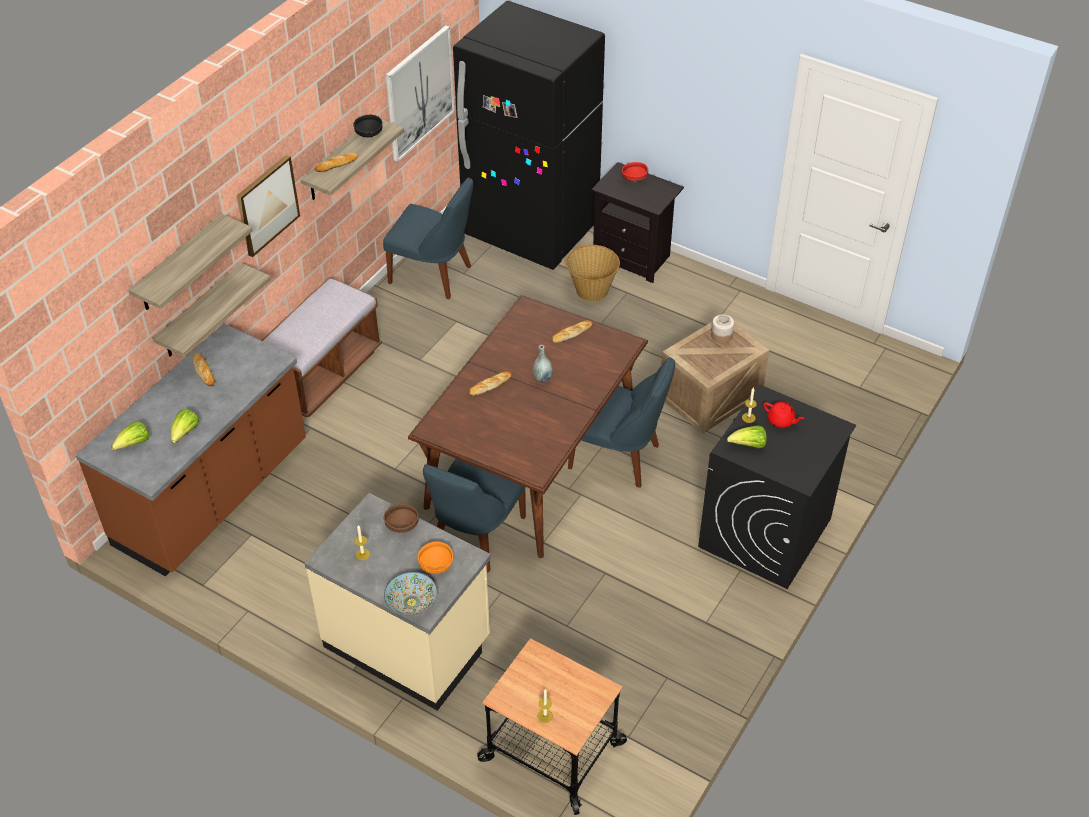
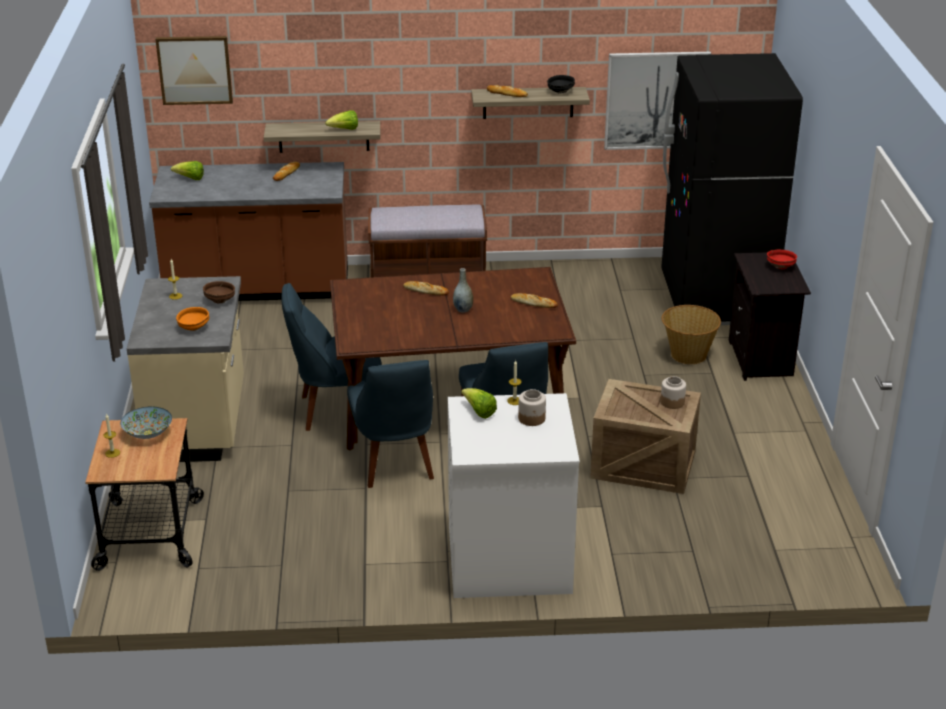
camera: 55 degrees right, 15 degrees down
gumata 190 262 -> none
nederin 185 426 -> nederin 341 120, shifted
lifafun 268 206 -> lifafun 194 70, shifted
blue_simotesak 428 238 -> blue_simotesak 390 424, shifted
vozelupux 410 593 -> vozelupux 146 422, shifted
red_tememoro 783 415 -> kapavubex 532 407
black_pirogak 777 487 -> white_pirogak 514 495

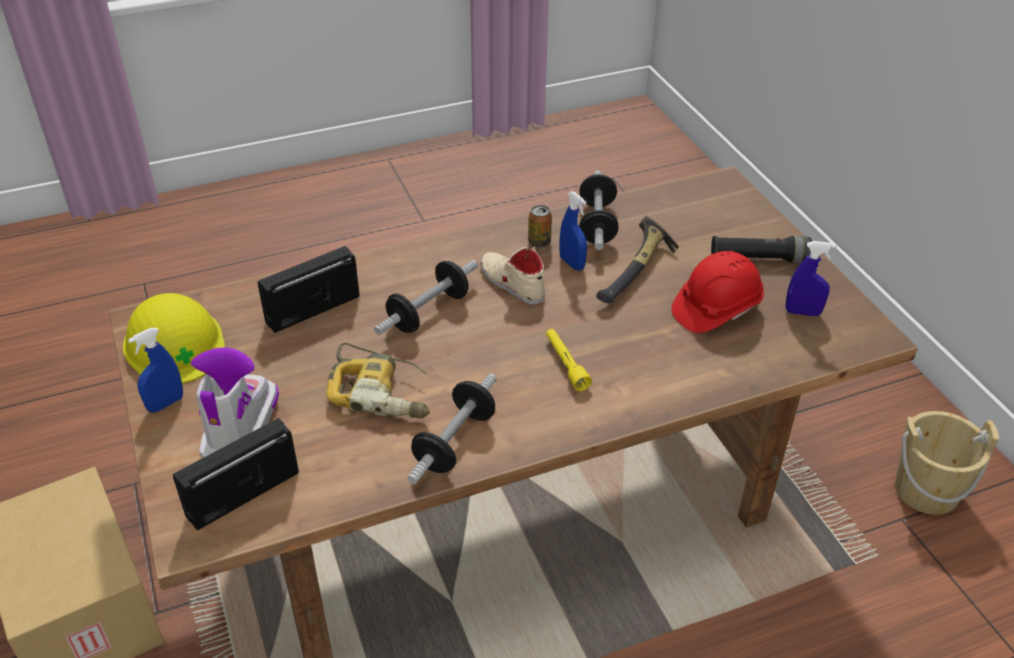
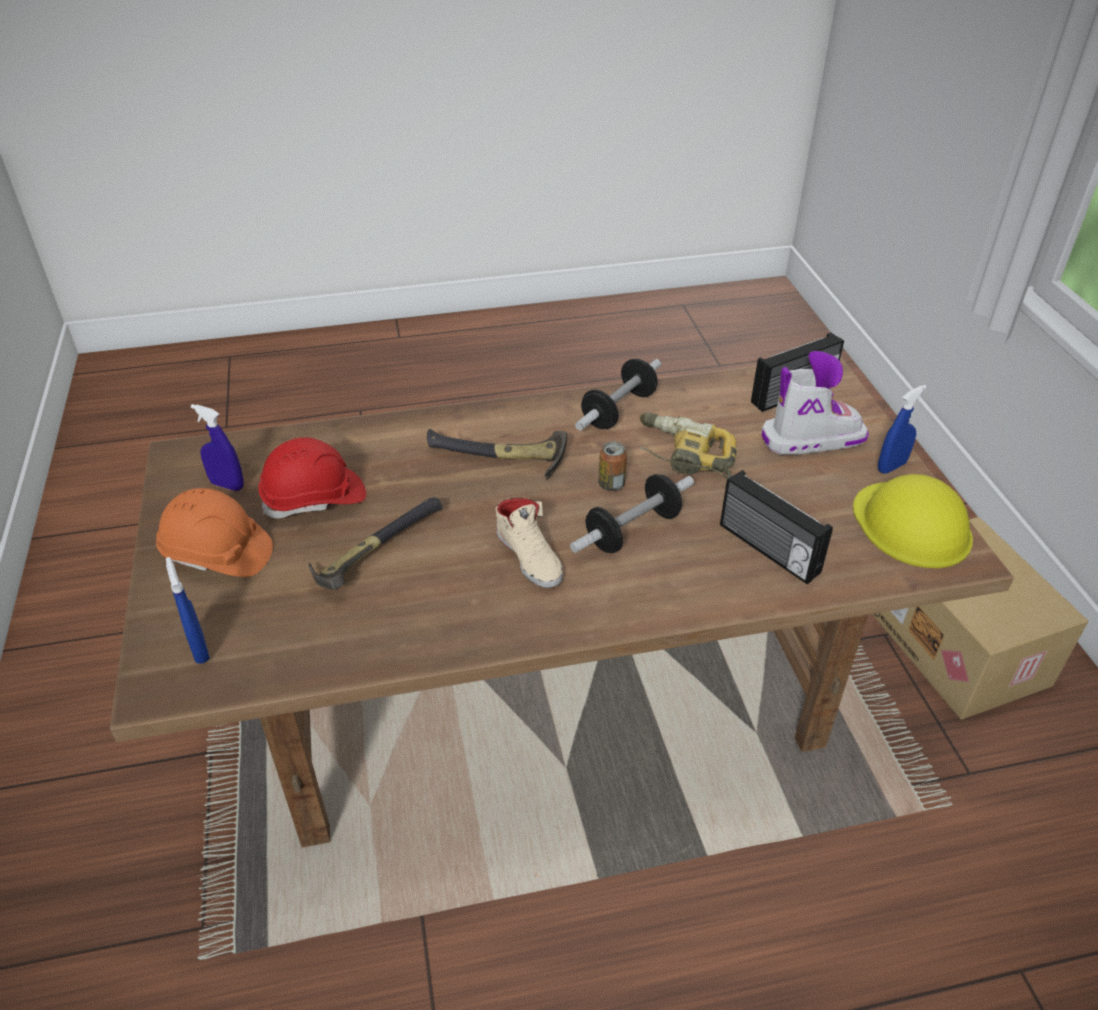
camera: 170 degrees left, 0 degrees up
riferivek 599 210 -> none
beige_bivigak 947 463 -> none
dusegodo 540 226 -> dusegodo 612 466, shifted
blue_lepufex 573 231 -> blue_lepufex 188 610, shifted
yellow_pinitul 569 360 -> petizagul 497 455
black_pinitul 761 249 -> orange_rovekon 214 532
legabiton 235 402 -> legabiton 815 403, 120 degrees counterclockwise
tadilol 309 289 -> tadilol 776 527, 75 degrees clockwise

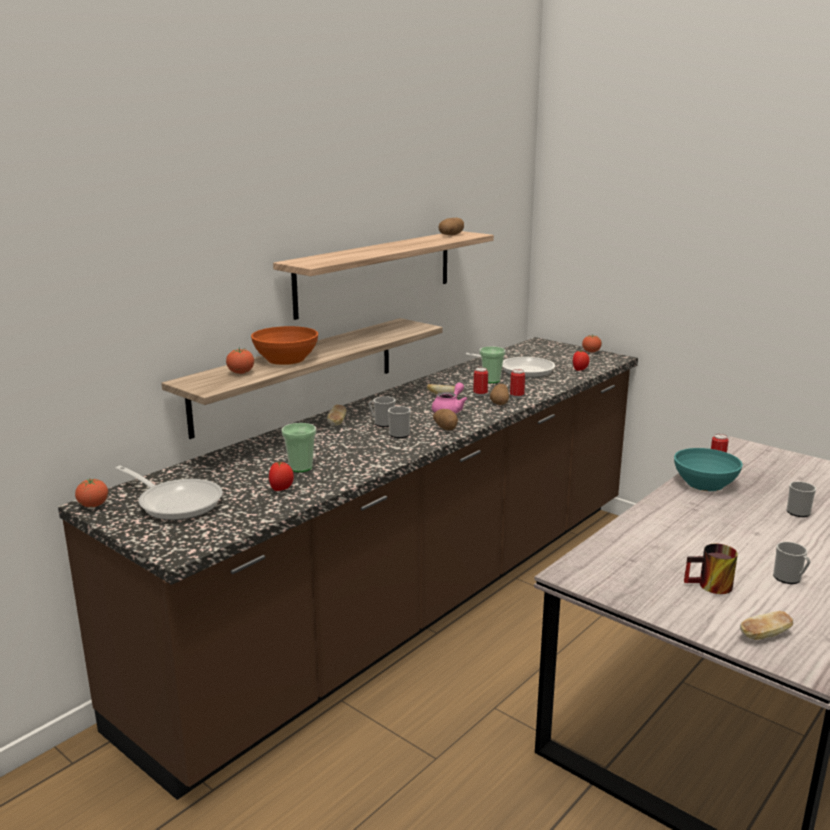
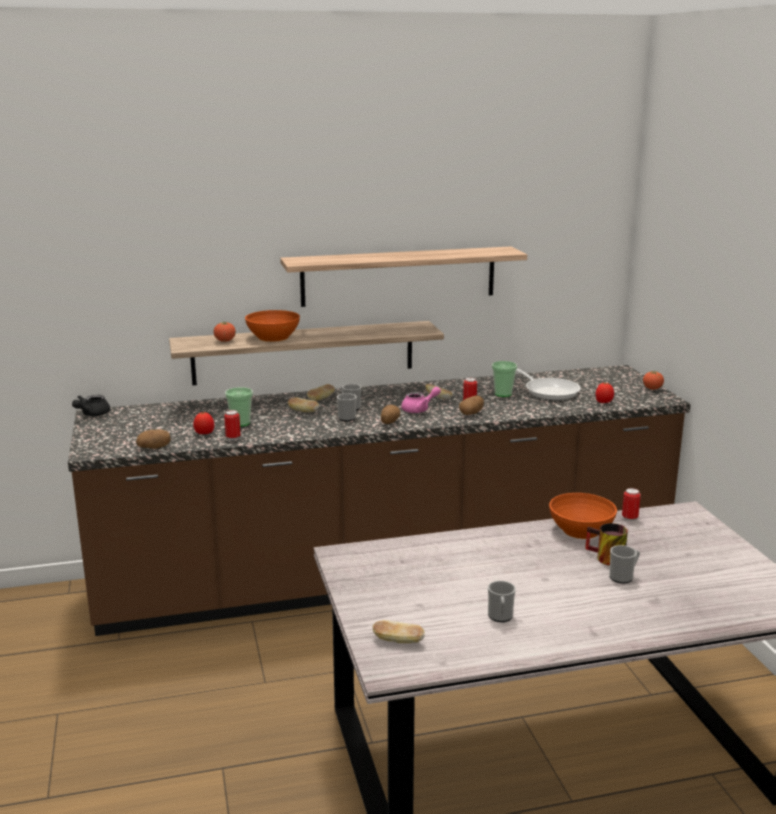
camera: 35 degrees right, 0 degrees up
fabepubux 169 493 -> none
none -> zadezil 303 404
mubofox 451 226 -> mubofox 153 439, shifted
dusegodo 517 383 -> dusegodo 232 425, shifted
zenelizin 711 569 -> zenelizin 606 544, shifted
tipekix 91 492 -> black_tememoro 91 405
turquoise_vozelupux 708 469 -> orange_vozelupux 583 516

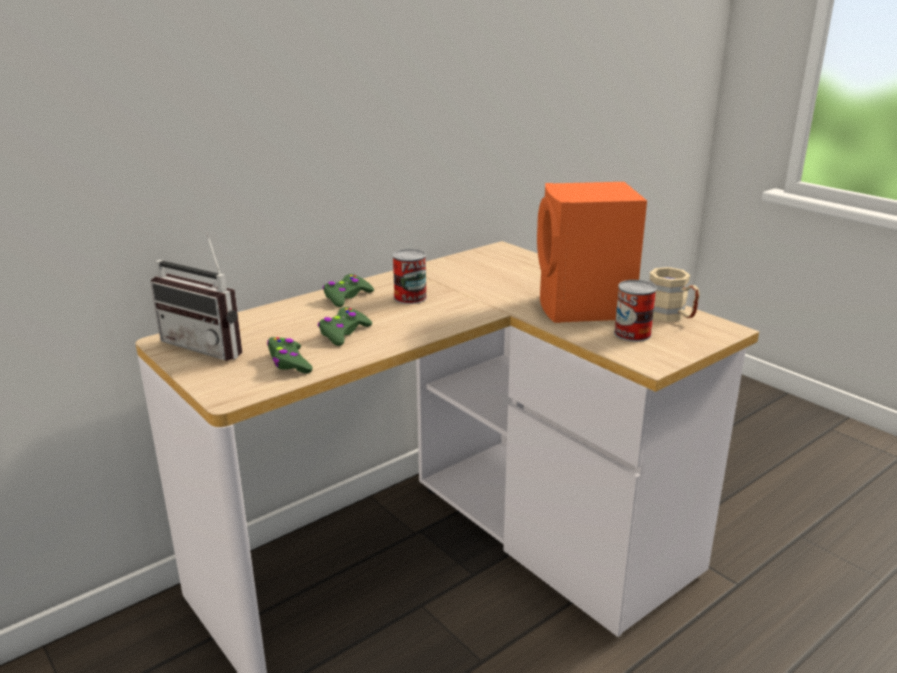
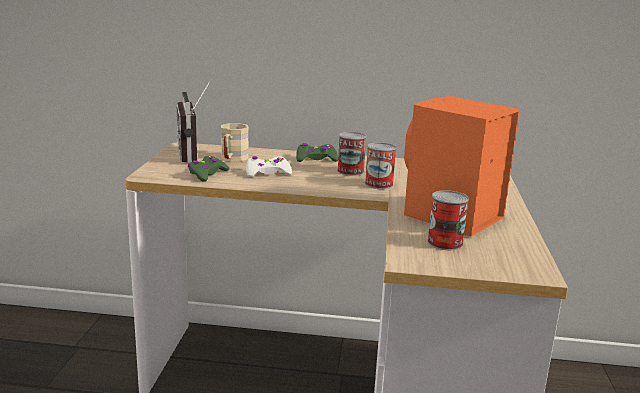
camera: 45 degrees right, 5 degrees down
none -> dusegodo 380 165
beige_zenelizin 675 294 -> beige_zenelizin 235 142, shifted
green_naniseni 345 326 -> white_naniseni 269 166

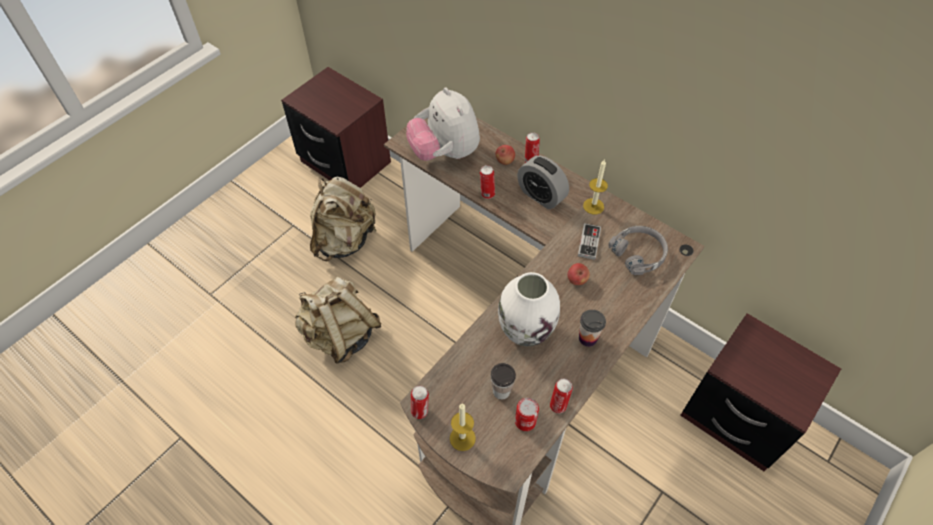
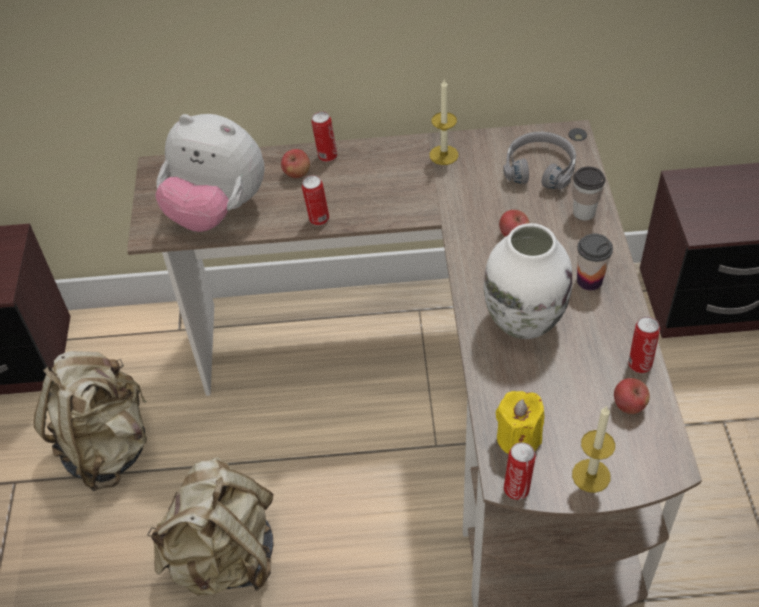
camera: 40 degrees left, 5 degrees down
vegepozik 543 182 -> none
naniseni 589 241 -> none
none -> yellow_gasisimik 520 422
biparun 503 381 -> biparun 589 194, shifted
dusegodo 527 414 -> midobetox 632 396

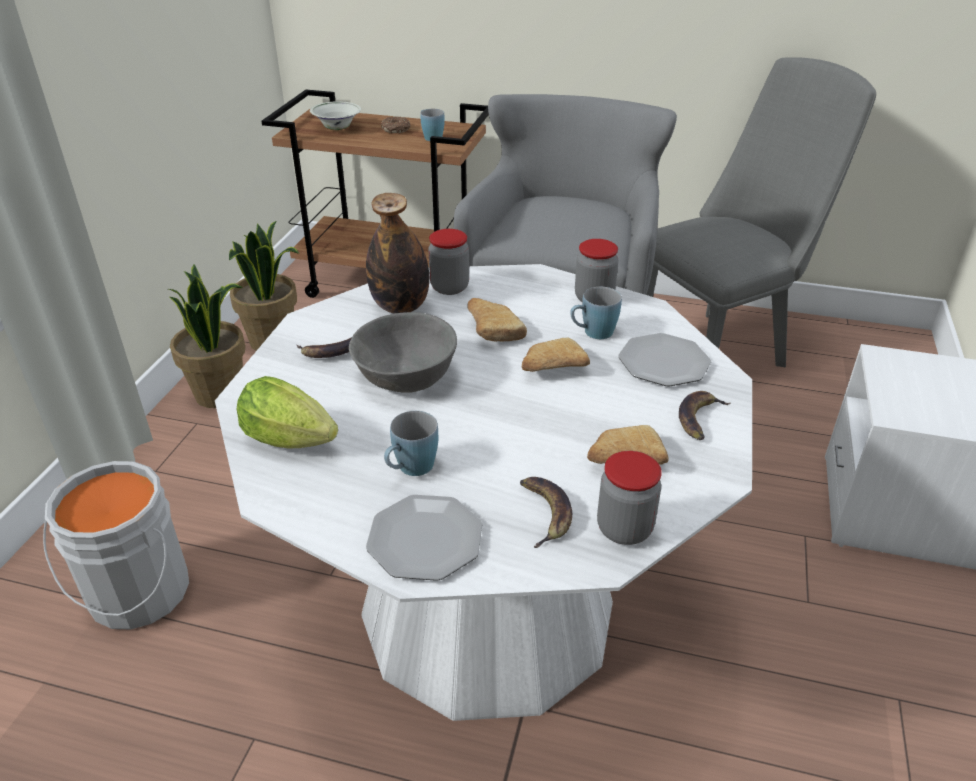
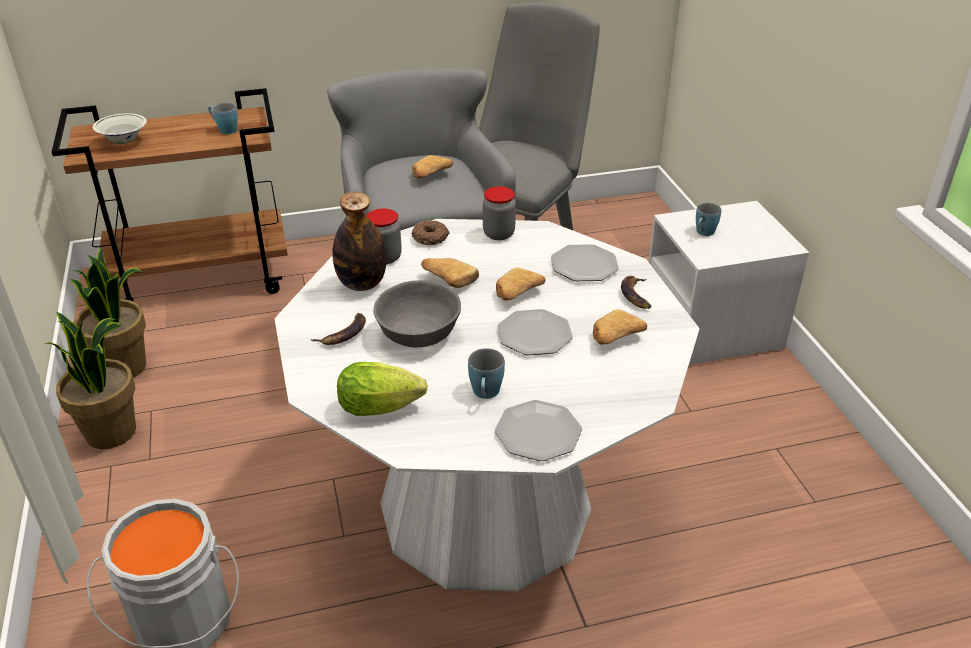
camera: 30 degrees left, 0 degrees up
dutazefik 546 512 -> none
kapavubex 629 498 -> none
none -> zadezil 432 166
none -> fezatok 535 332
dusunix 395 124 -> dusunix 431 232, shifted
blue_zenelizin 596 313 -> blue_zenelizin 708 219, shifted

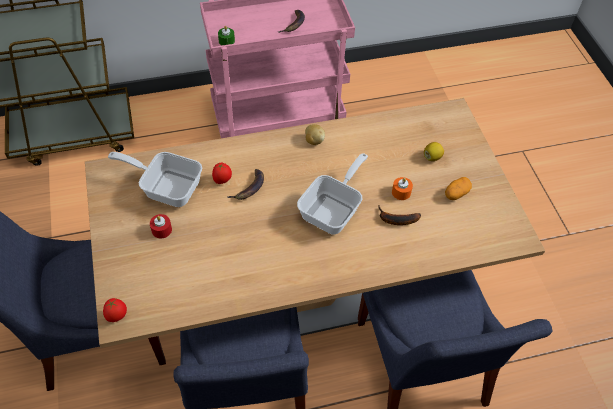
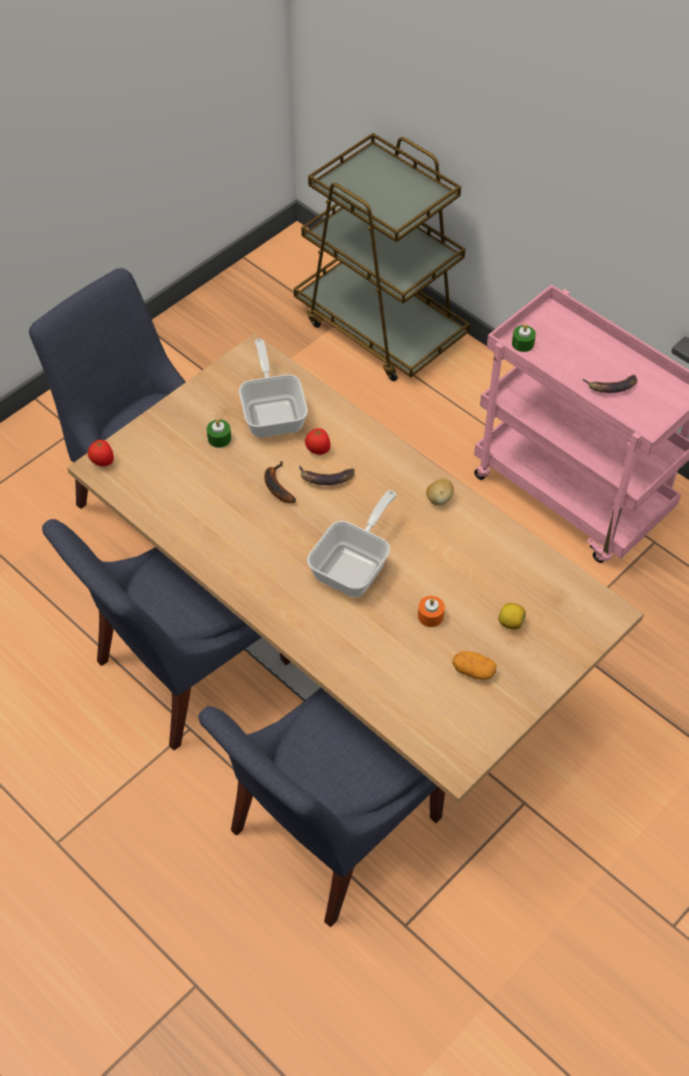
camera: 60 degrees right, 0 degrees up
dutazefik 399 215 -> dutazefik 280 482, shifted
red_gasisimik 161 226 -> green_gasisimik 219 433
fabepubux 332 193 -> fabepubux 352 543, 60 degrees counterclockwise

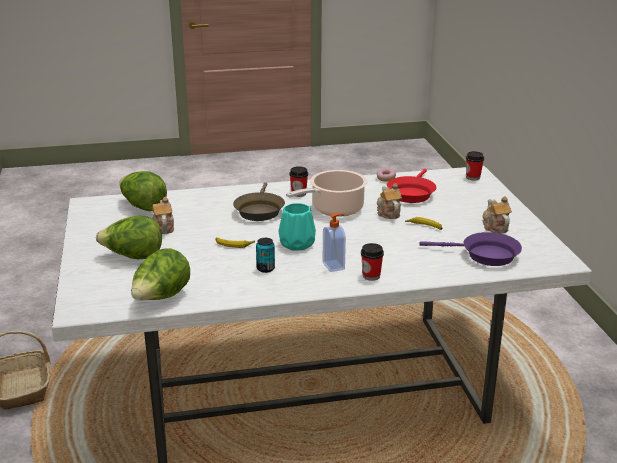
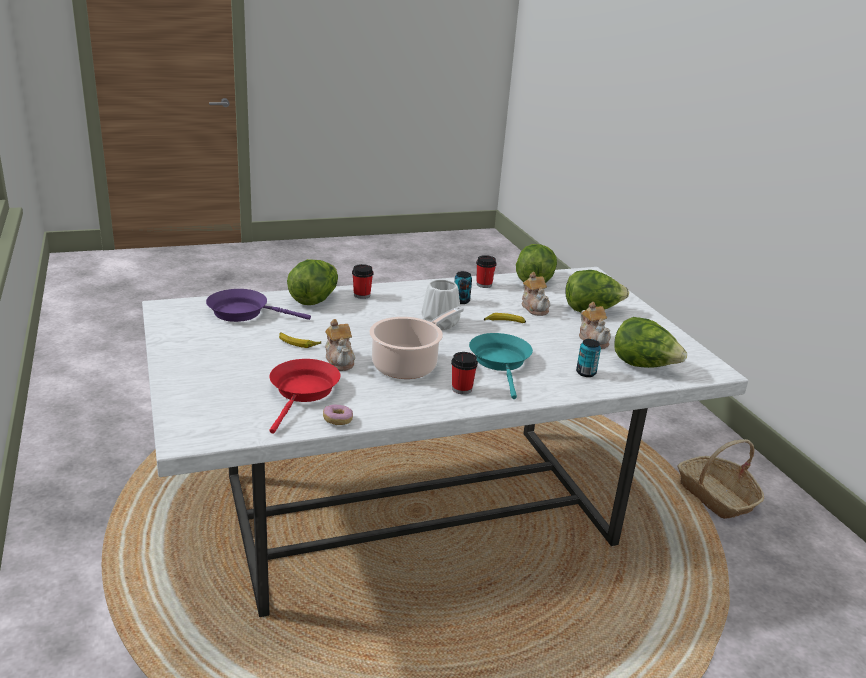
camera: 170 degrees right, 0 degrees up
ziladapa 334 242 -> none
none -> nederin 312 282
none -> dusegodo 588 358
biparun 475 165 -> biparun 486 271, shifted
tememoro 497 215 -> tememoro 536 294, shifted
brown_fabepubux 259 201 -> turquoise_fabepubux 501 366
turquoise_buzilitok 297 226 -> white_buzilitok 441 304

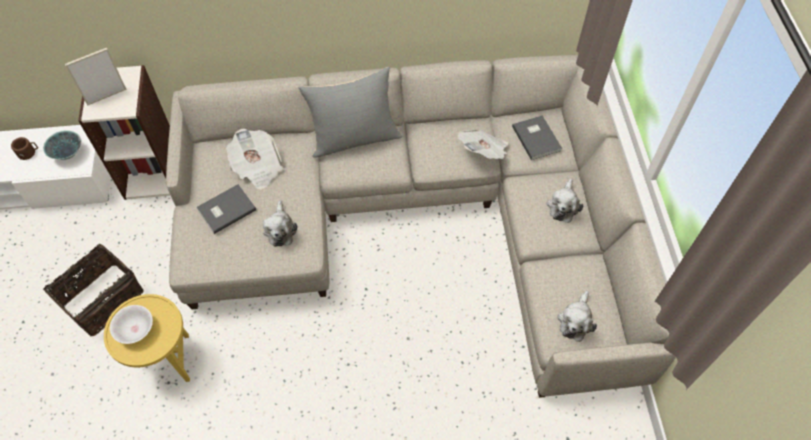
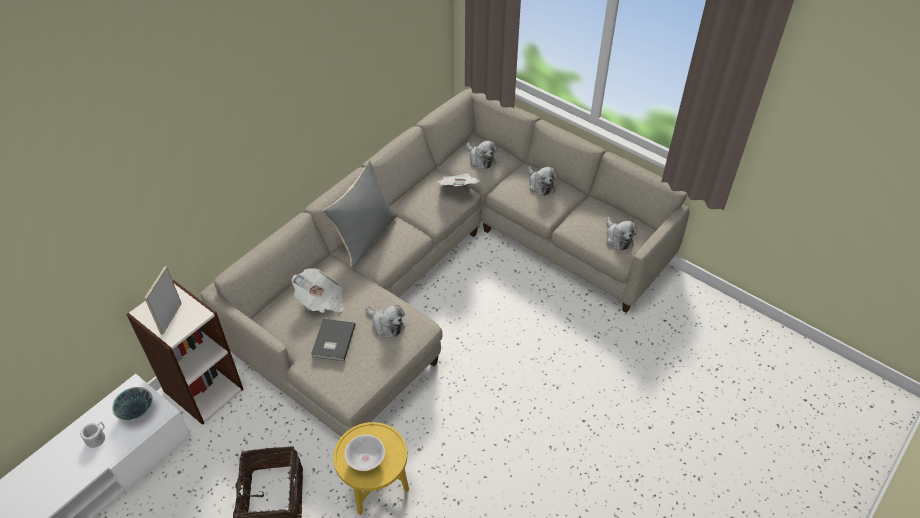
camera: 45 degrees left, 10 degrees down
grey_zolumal 537 137 -> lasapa 482 155
brown_zenelizin 24 148 -> white_zenelizin 92 435

